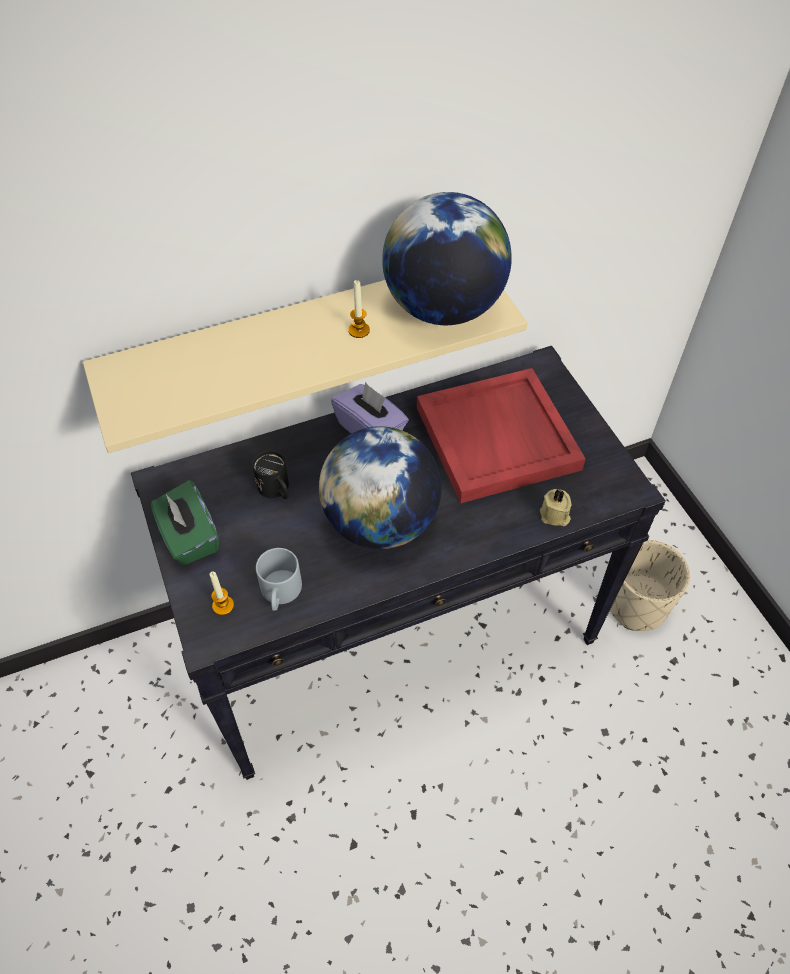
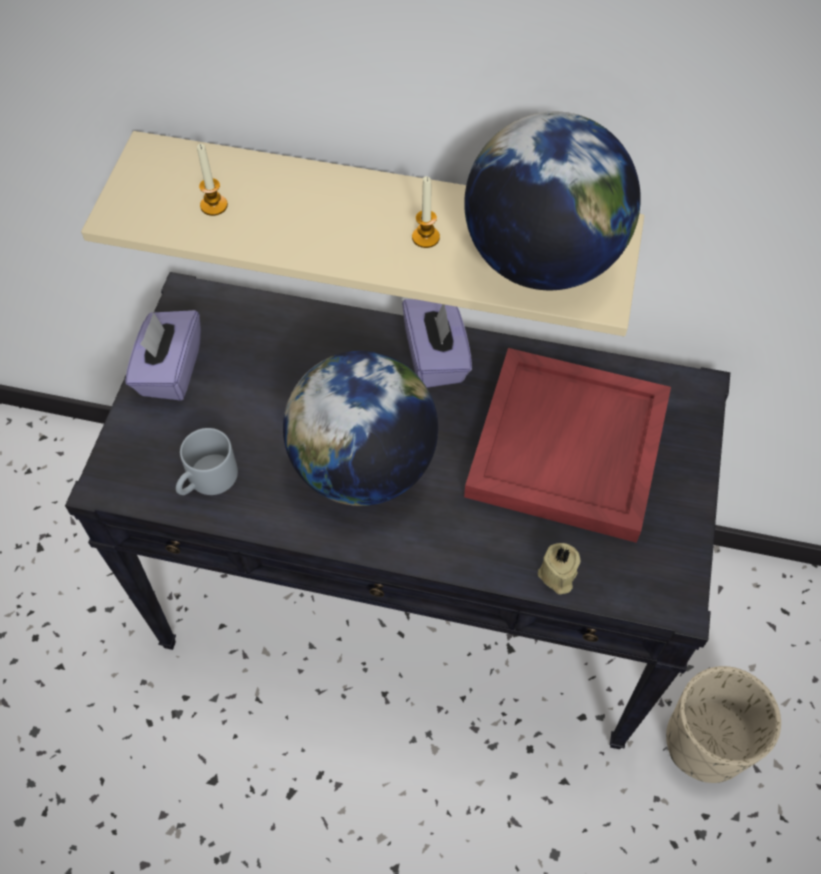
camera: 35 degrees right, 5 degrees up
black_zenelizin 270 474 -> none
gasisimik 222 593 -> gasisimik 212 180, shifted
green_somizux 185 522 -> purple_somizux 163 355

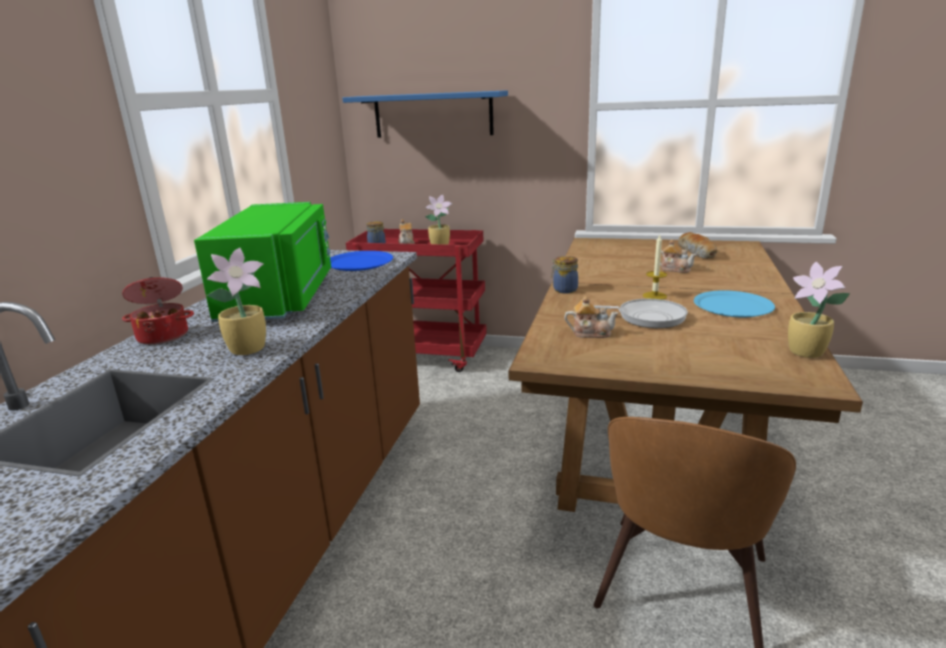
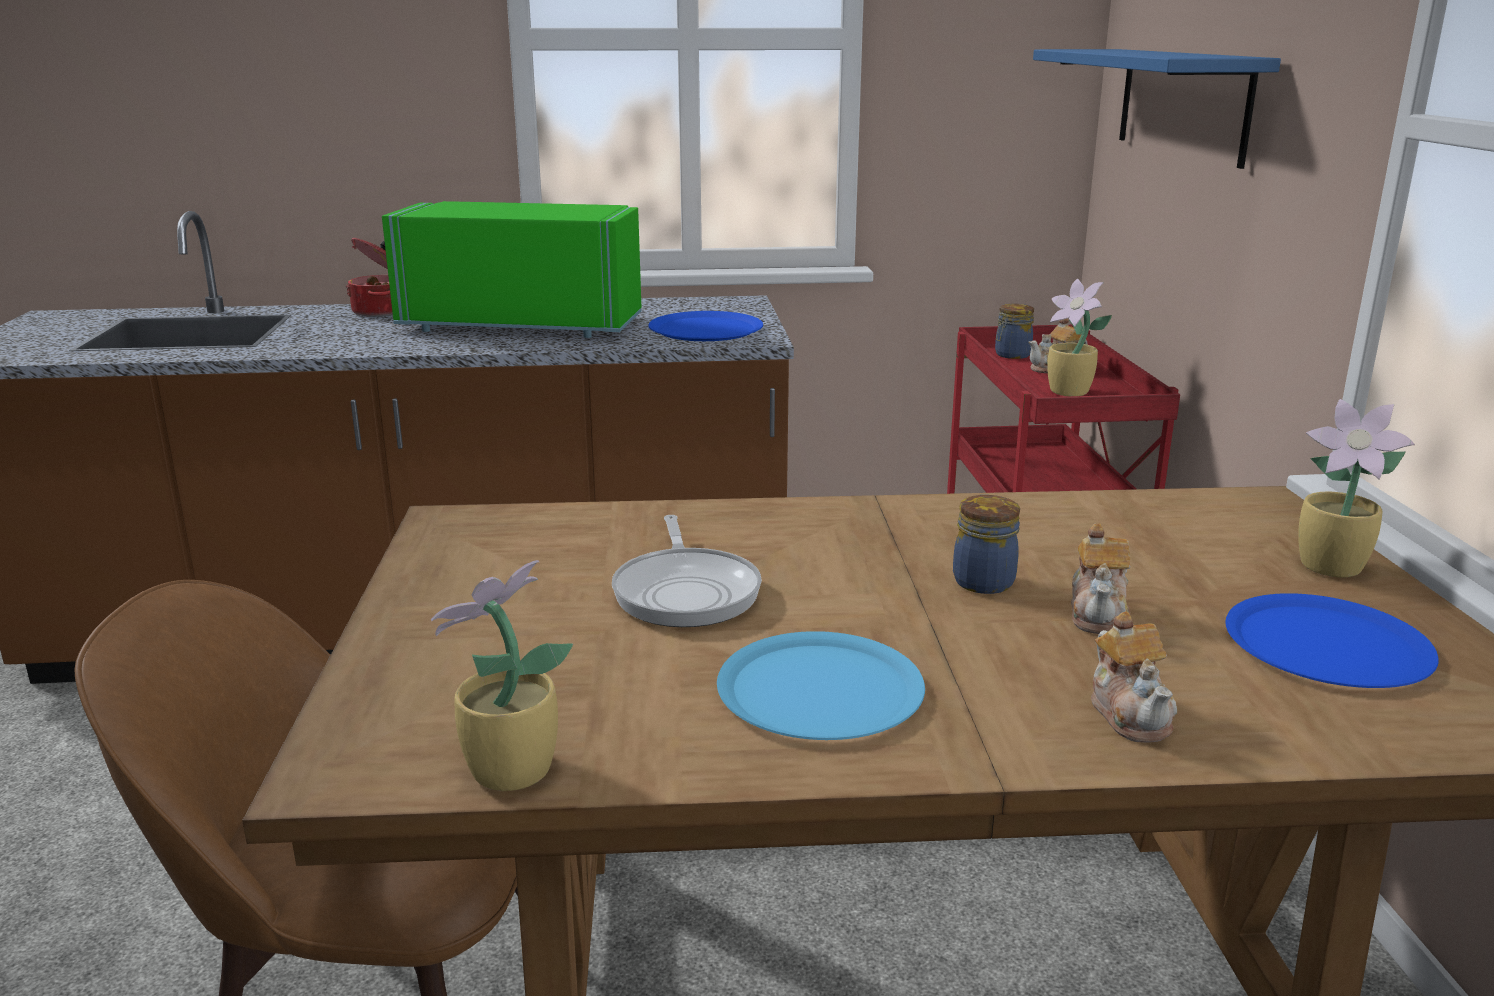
camera: 70 degrees right, 0 degrees up
gasisimik 655 267 -> none
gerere 236 301 -> gerere 1356 488, shifted
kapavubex 564 274 -> kapavubex 986 544, shifted
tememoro 591 317 -> tememoro 1134 677, shifted
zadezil 698 245 -> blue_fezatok 1332 640
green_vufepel 262 262 -> green_vufepel 512 269, 150 degrees counterclockwise

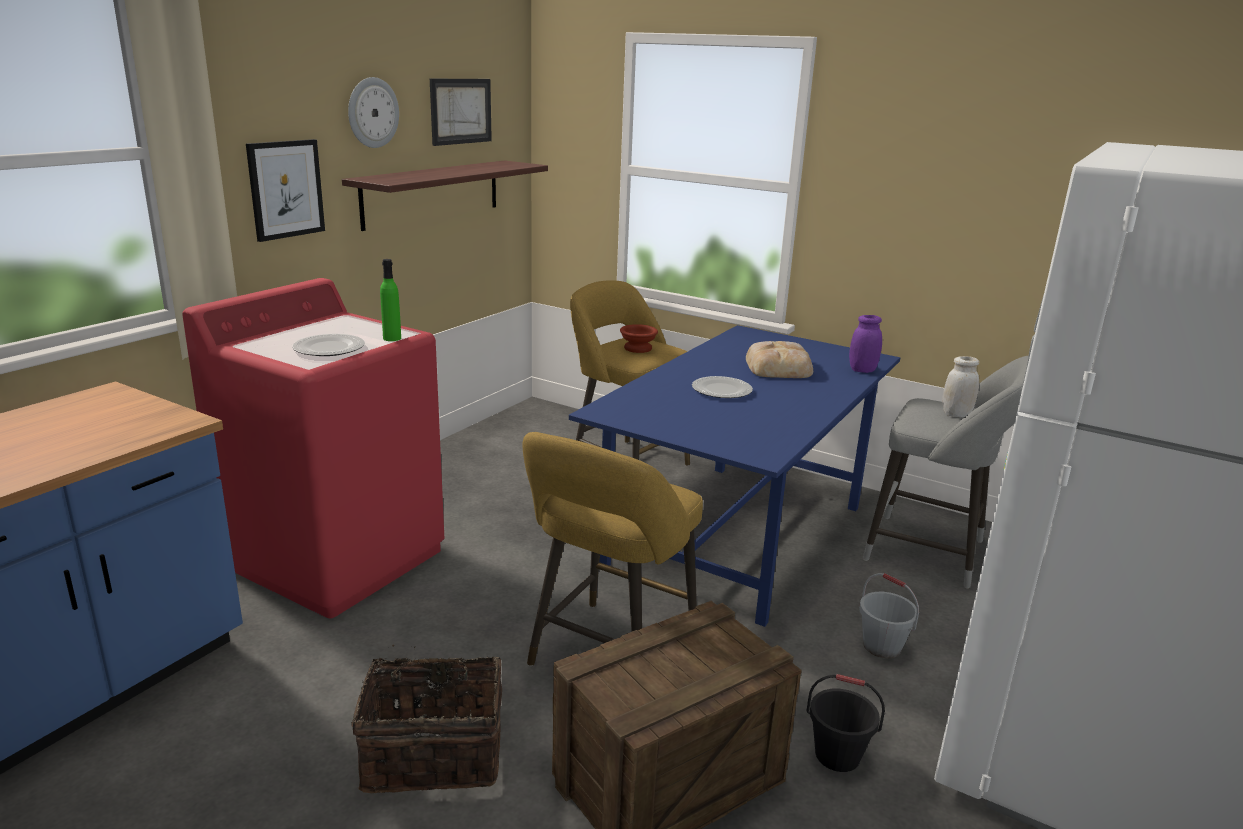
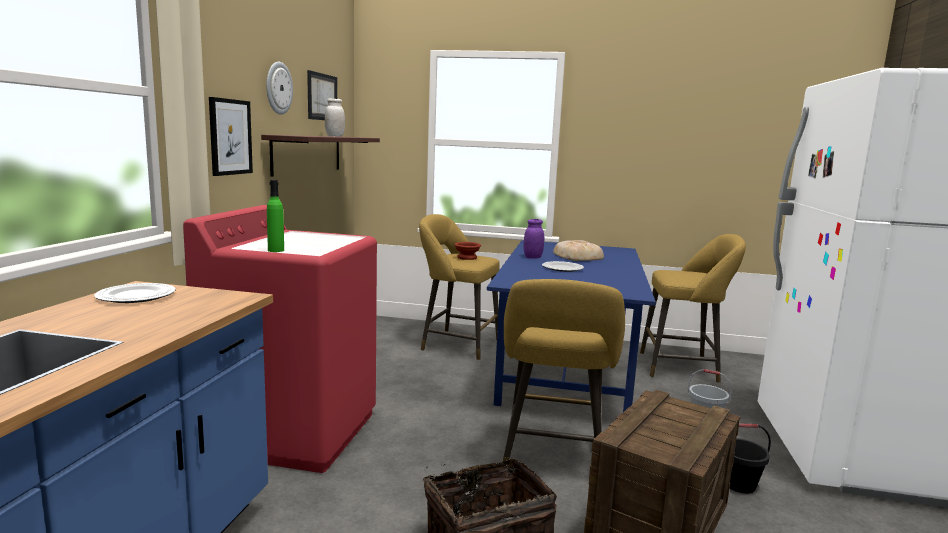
camera: 20 degrees left, 10 degrees down
fezatok 328 345 -> fezatok 135 293, shifted
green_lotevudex 390 300 -> green_lotevudex 275 216, shifted
purple_kapavubex 865 344 -> purple_kapavubex 533 238, shifted
white_kapavubex 961 386 -> white_kapavubex 335 117, shifted
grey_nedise 945 472 -> yellow_nedise 693 308

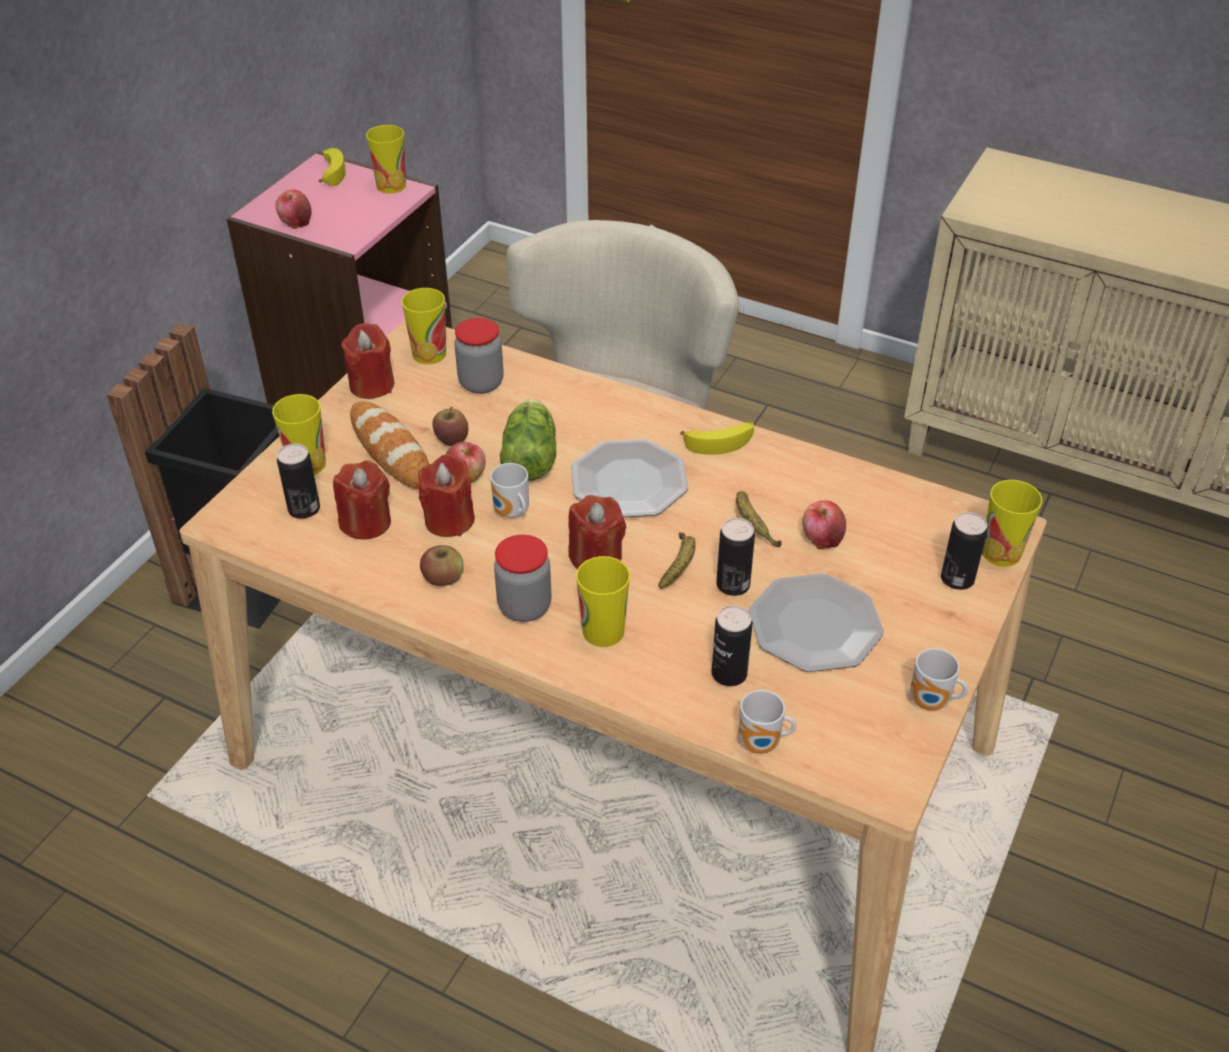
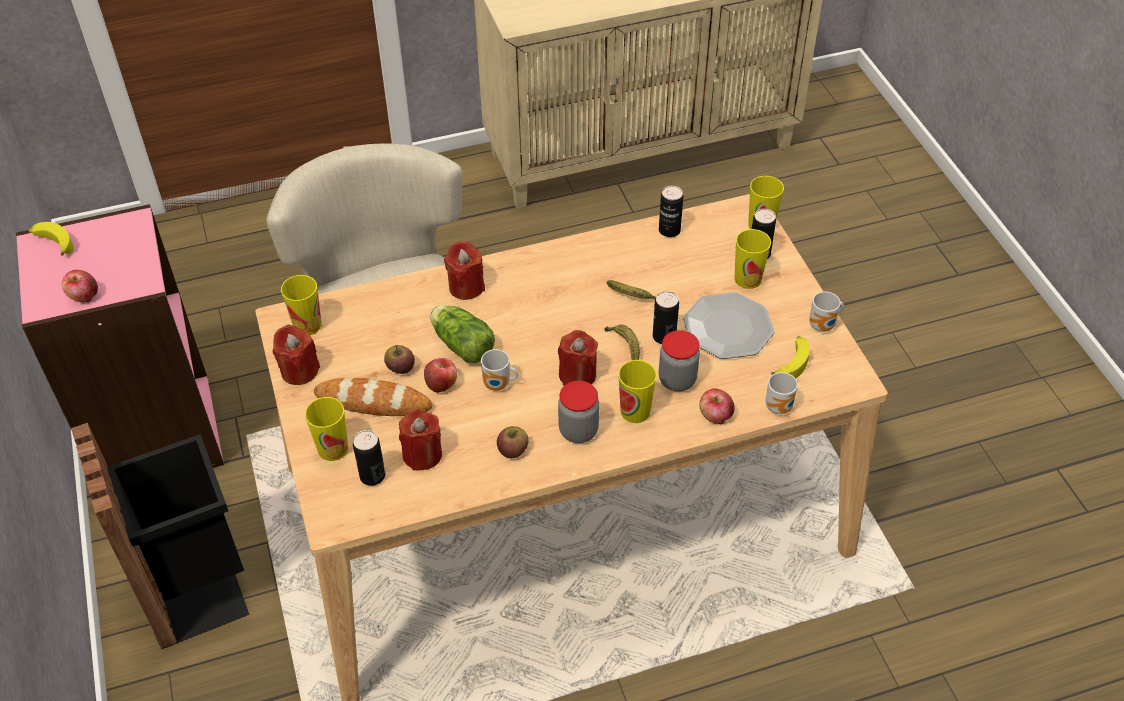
camera: 45 degrees left, 5 degrees up
fezatok 629 478 -> none
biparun 386 159 -> biparun 753 259, shifted
red_gasisimik 446 495 -> red_gasisimik 464 270, shifted
kapavubex 478 356 -> kapavubex 679 361, shifted
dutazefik 717 438 -> dutazefik 790 357, shifted
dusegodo 732 645 -> dusegodo 671 211, shifted
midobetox 824 525 -> midobetox 717 406, shifted

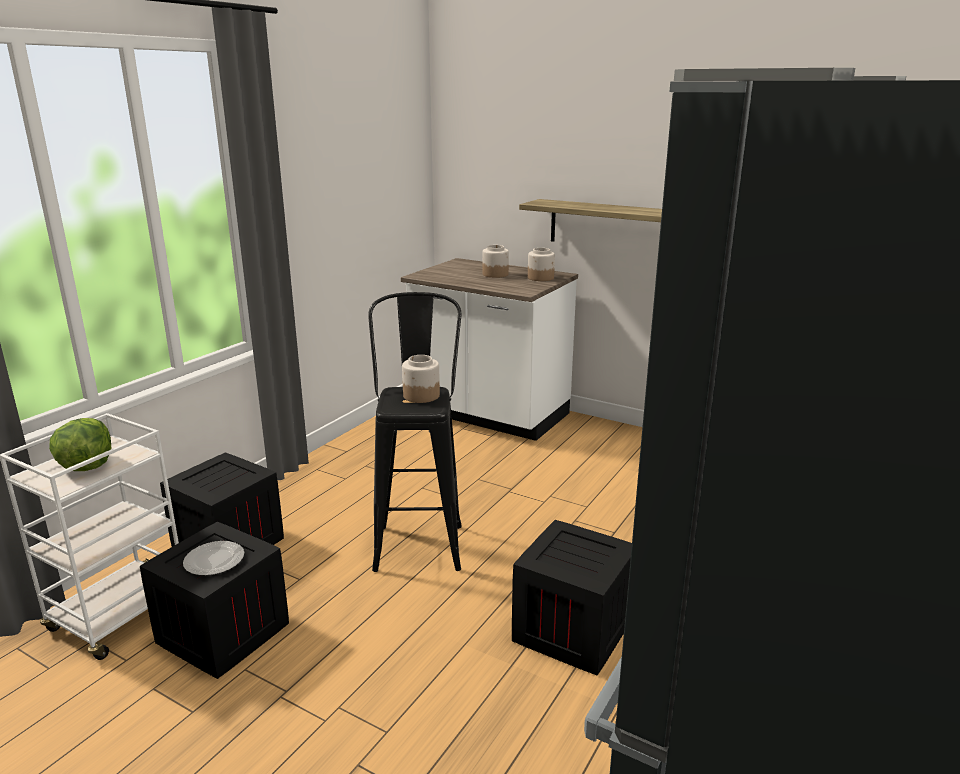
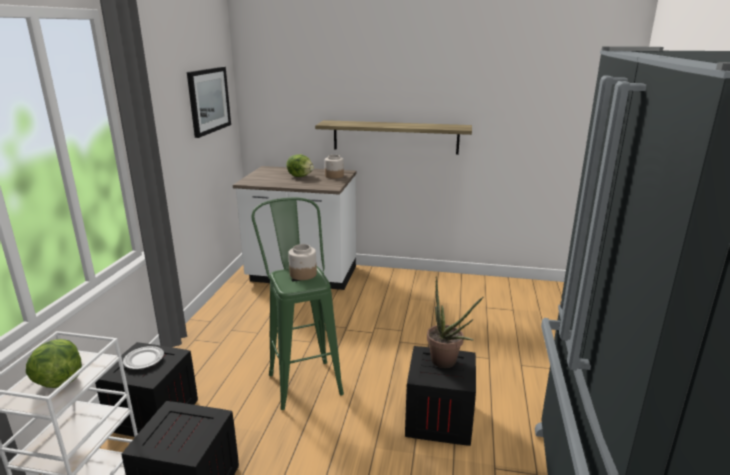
camera: 20 degrees left, 0 degrees up
none -> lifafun 209 102
none -> gerere 455 322
fezatok 213 558 -> fezatok 143 357, shifted
kapavubex 495 261 -> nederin 300 165
black_nedise 415 432 -> green_nedise 298 303

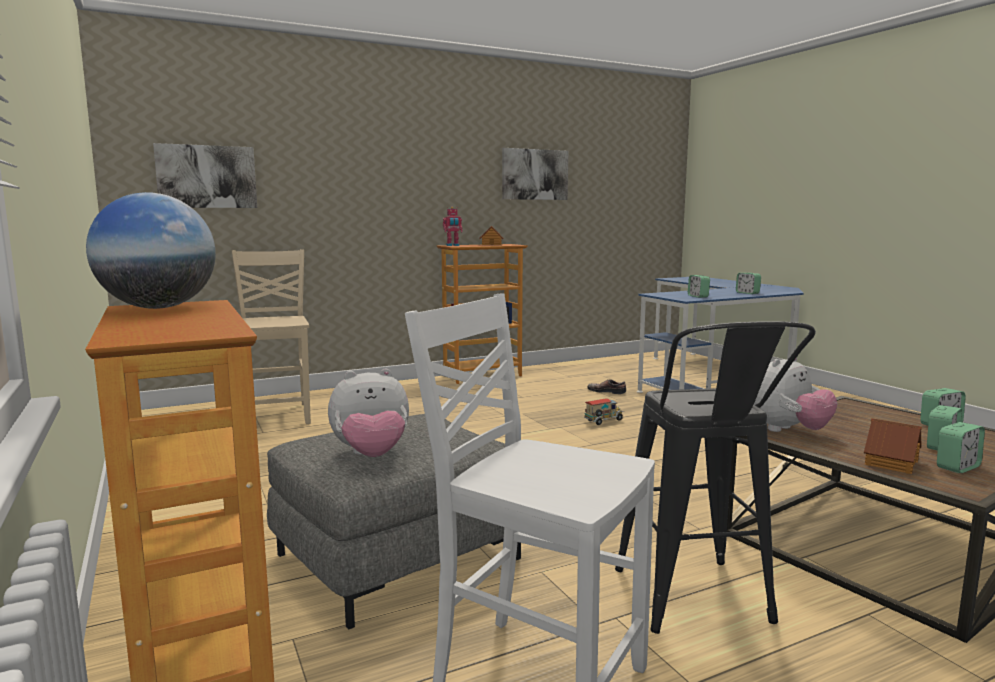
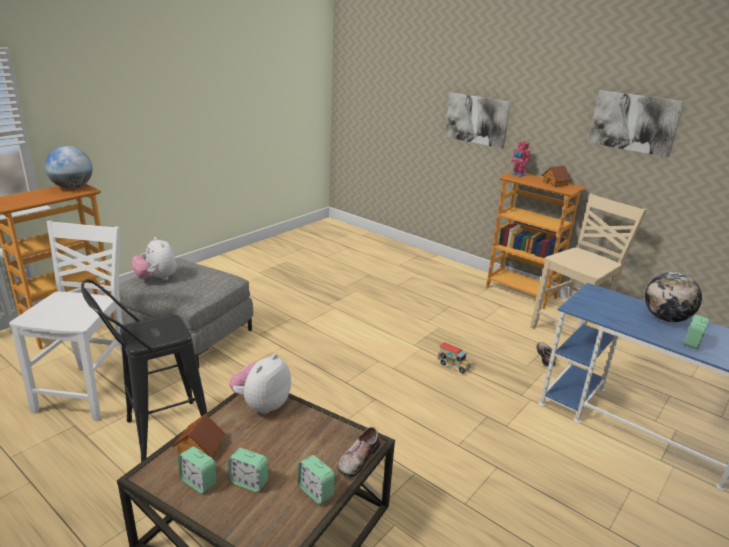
camera: 65 degrees right, 15 degrees up
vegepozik 699 286 -> none
none -> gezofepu 358 452
none -> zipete 673 297
lifafun 205 175 -> lifafun 478 120, shifted
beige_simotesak 271 336 -> beige_simotesak 588 262, shifted
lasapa 795 395 -> lasapa 260 384, 90 degrees clockwise

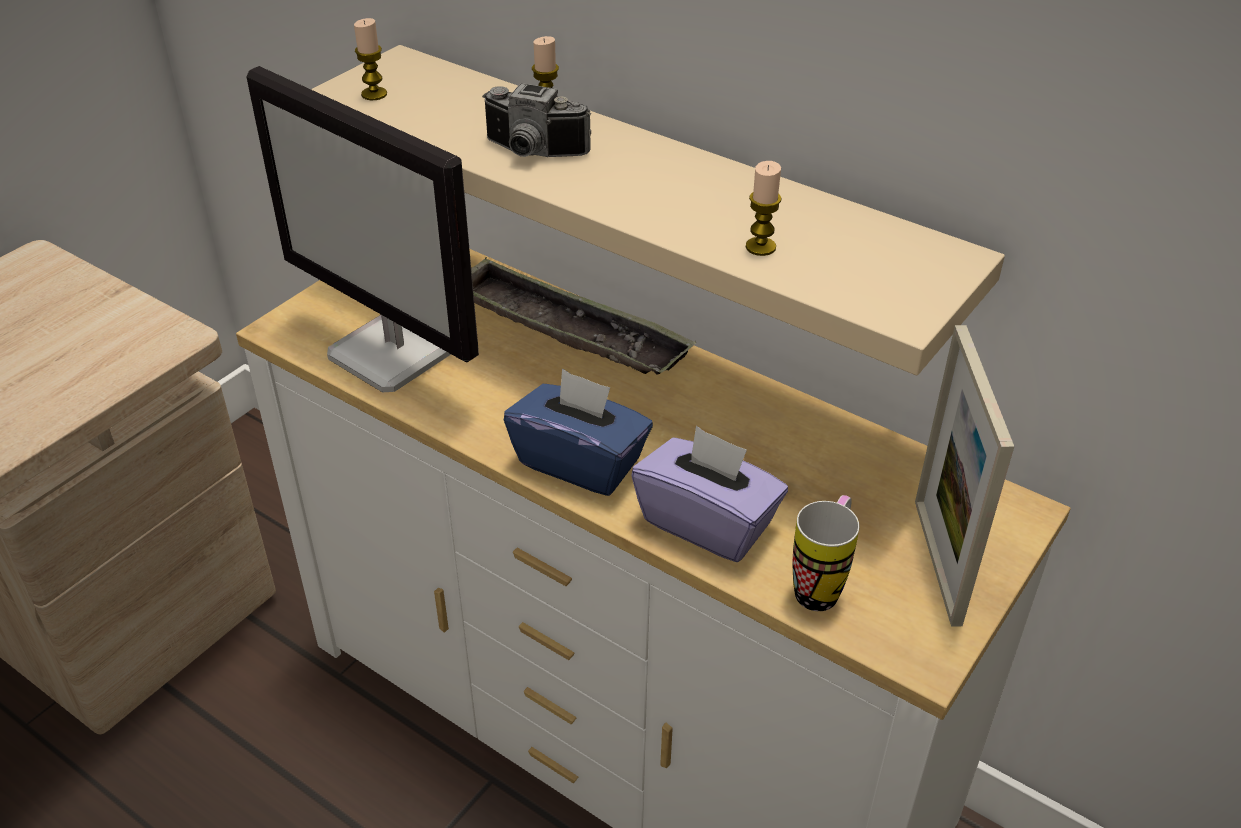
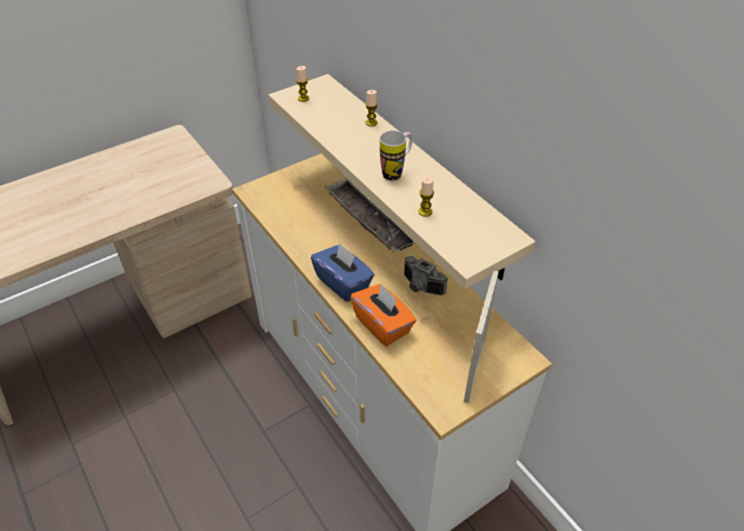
camera: 20 degrees right, 5 degrees up
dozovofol 363 229 -> none
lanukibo 536 120 -> lanukibo 426 275, shifted
zenelizin 826 553 -> zenelizin 396 155, shifted
purple_somizux 709 493 -> orange_somizux 383 315

